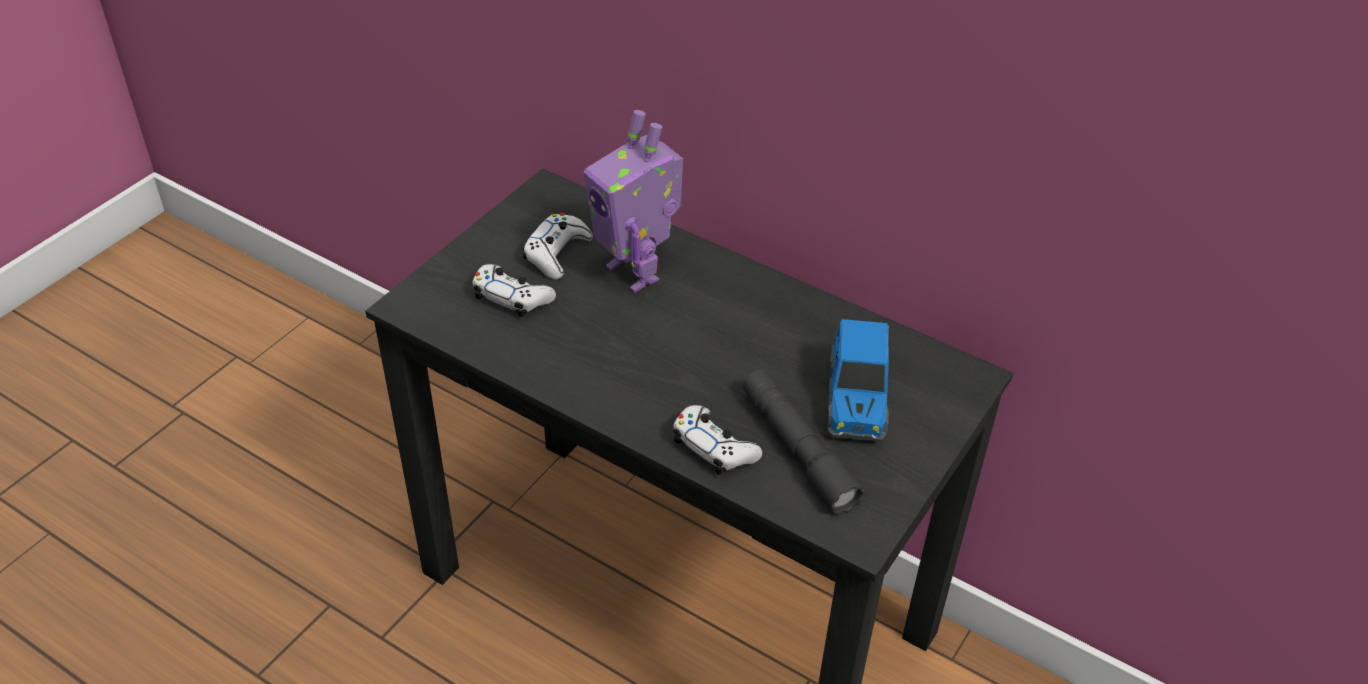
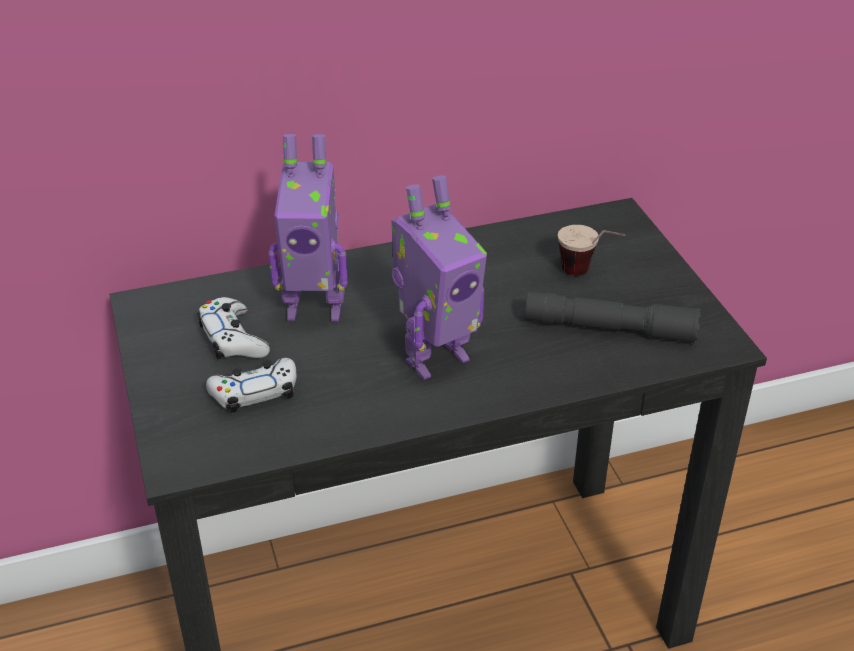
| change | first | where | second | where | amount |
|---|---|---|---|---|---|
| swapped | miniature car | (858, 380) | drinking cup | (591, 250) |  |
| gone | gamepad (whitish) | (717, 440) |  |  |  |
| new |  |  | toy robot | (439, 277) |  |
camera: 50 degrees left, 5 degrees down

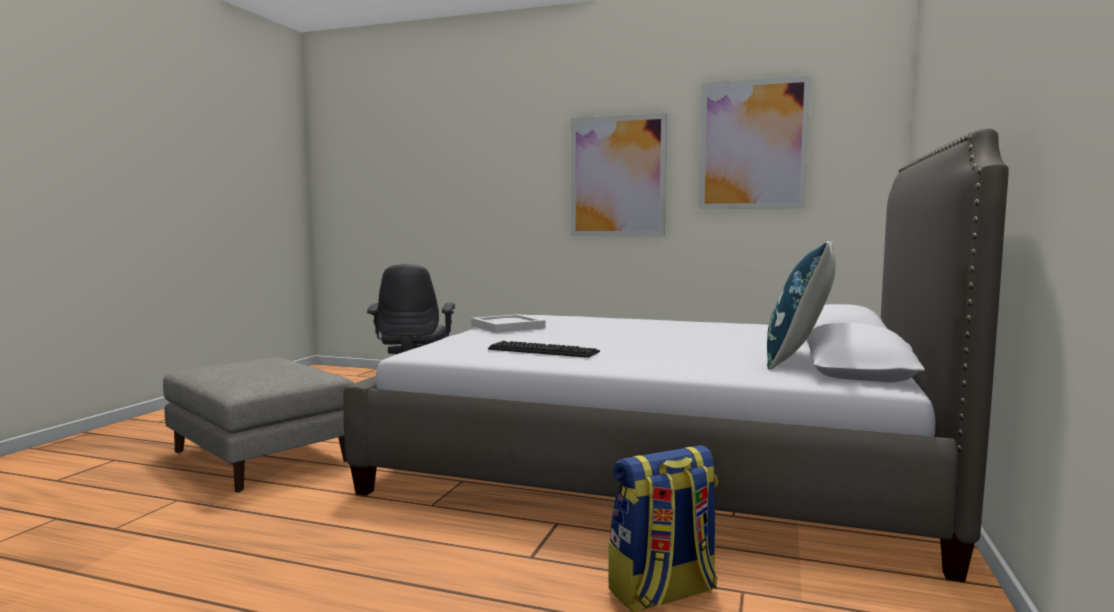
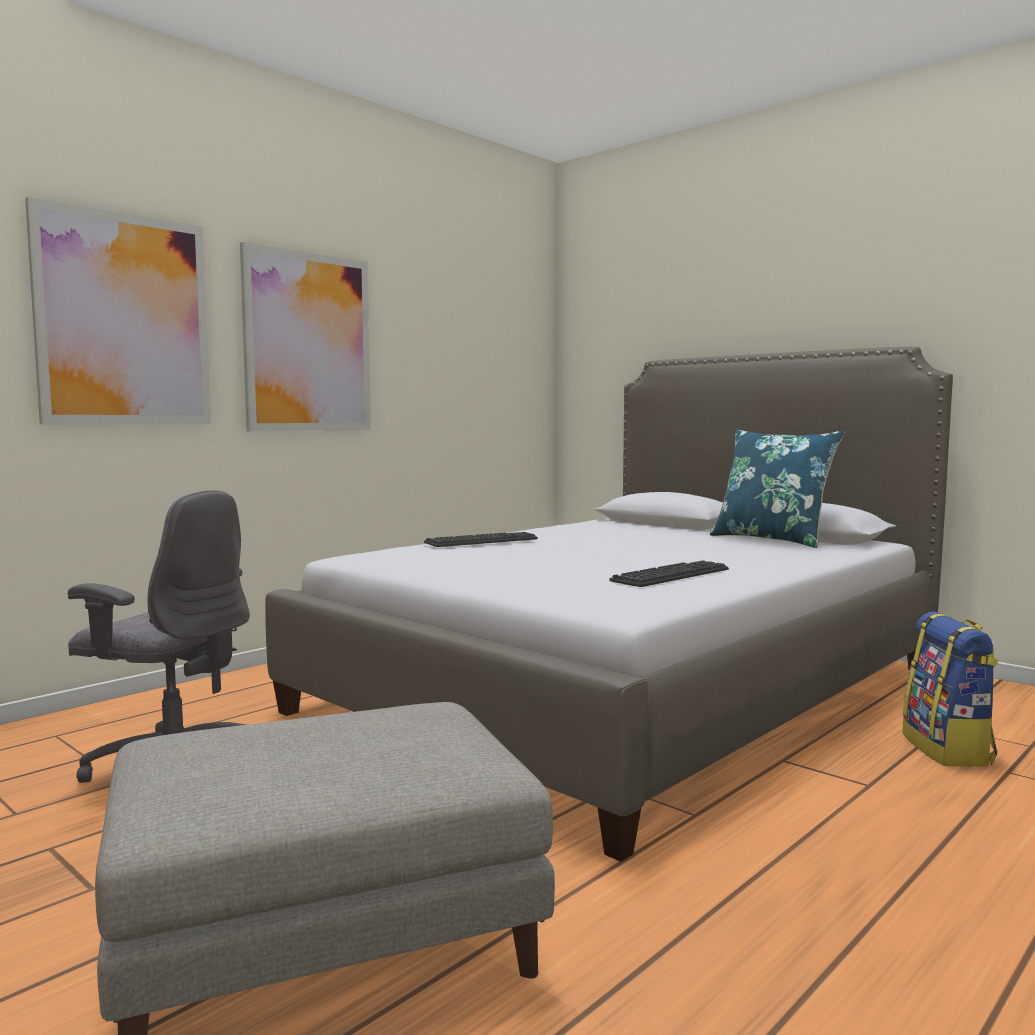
| change | first | where | second | where | amount |
|---|---|---|---|---|---|
| shifted | wall art | (755, 142) |  | (118, 310) |  |
| gone | serving tray (whitish) | (508, 323) |  |  |  |
| new |  |  | keyboard | (481, 539) |  |
camera: 65 degrees left, 0 degrees up

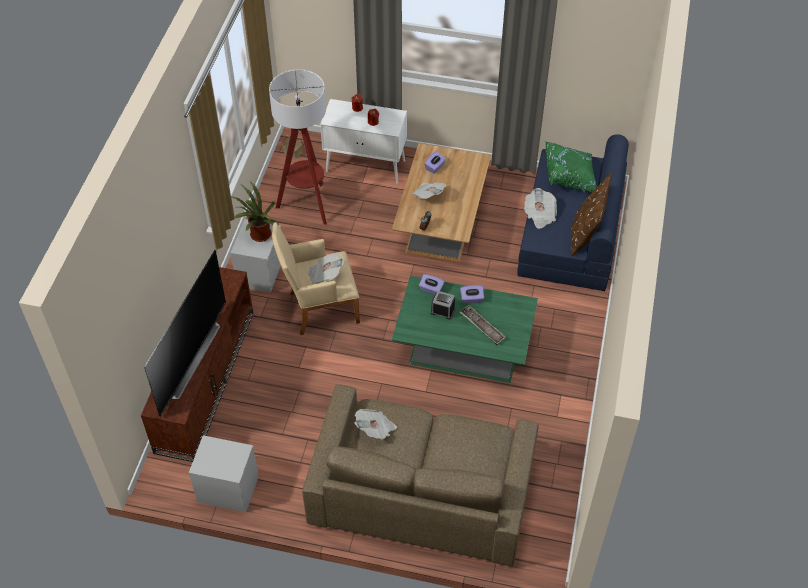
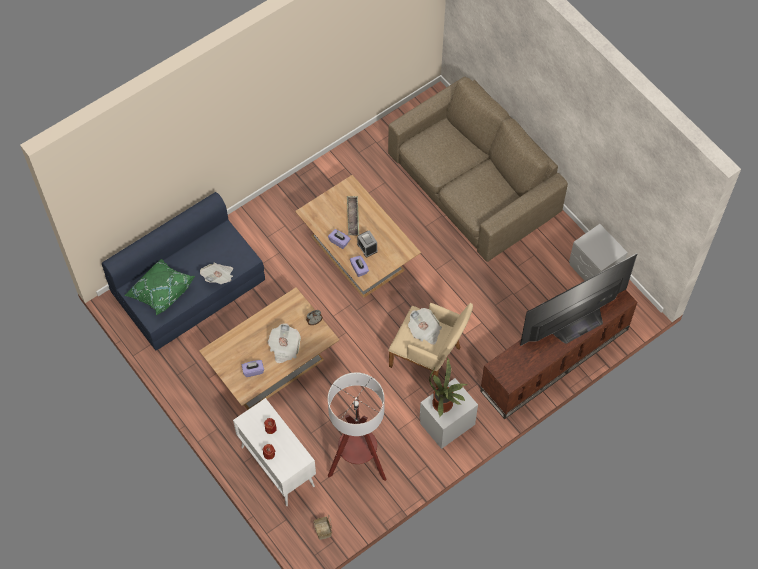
| change | first | where | second | where | amount |
|---|---|---|---|---|---|
| gone | cushion (brown) | (591, 214) |  |  |  |
| repainted | low table (green-coloured) | (465, 329) | low table (brown) | (358, 236) |  |
| gone | daily paper | (376, 424) |  |  |  |
camera: 140 degrees left, 10 degrees up

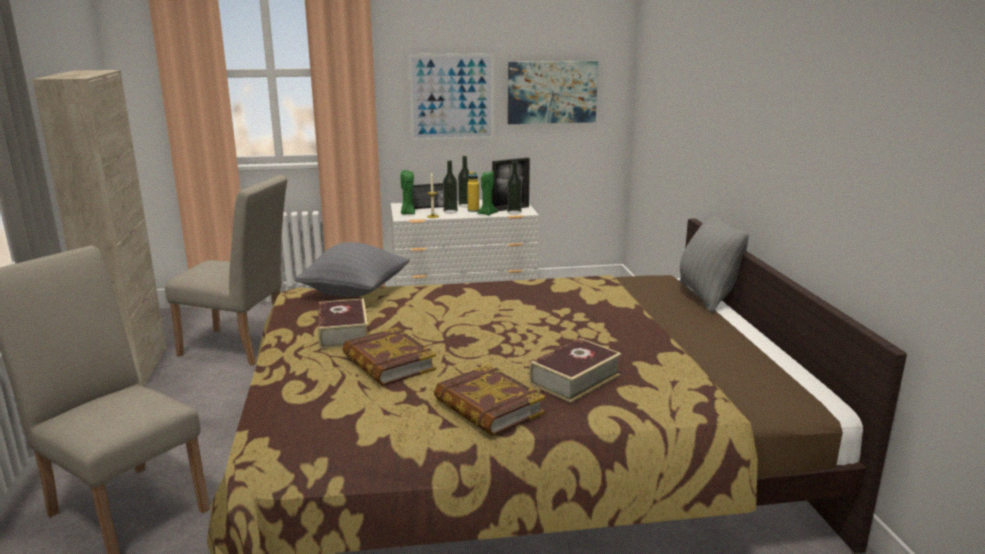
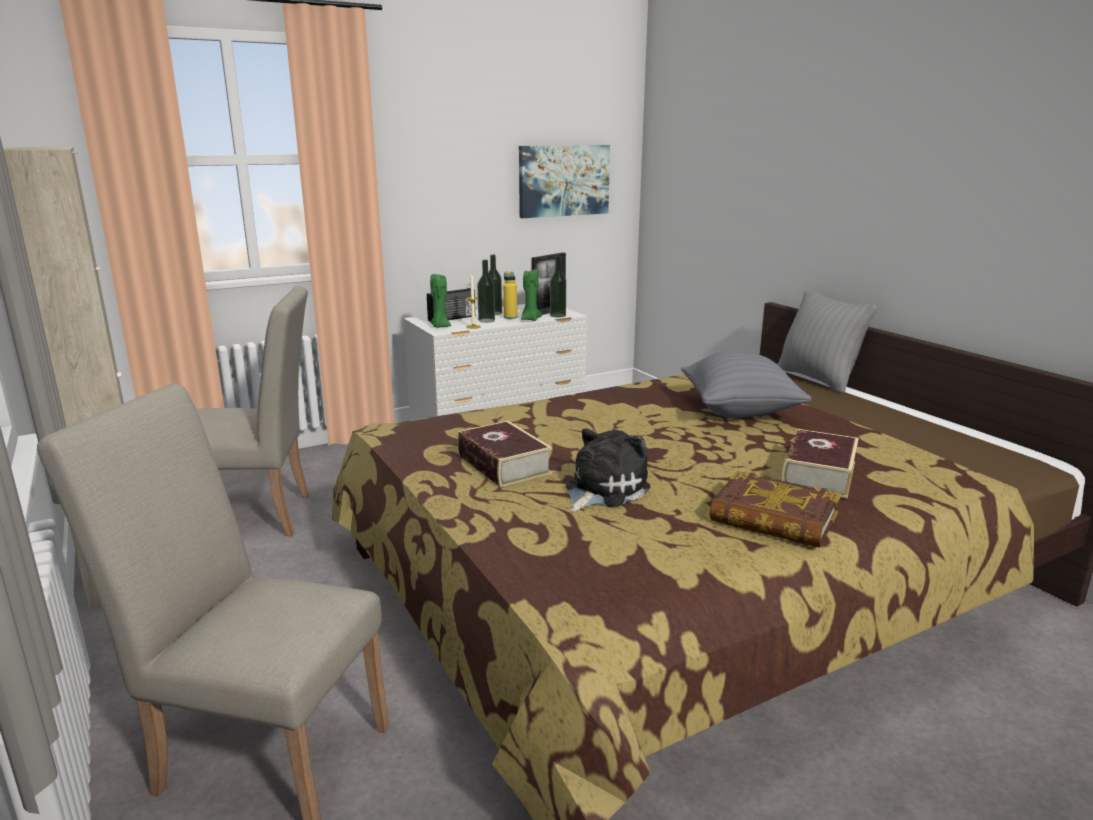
| change | first | where | second | where | amount |
|---|---|---|---|---|---|
| gone | wall art | (451, 97) |  |  |  |
| shifted | cushion (grey) | (352, 269) |  | (746, 384) |  |
| swapped | volume | (389, 356) | soft toy | (608, 470) |  |
camera: 20 degrees left, 0 degrees up

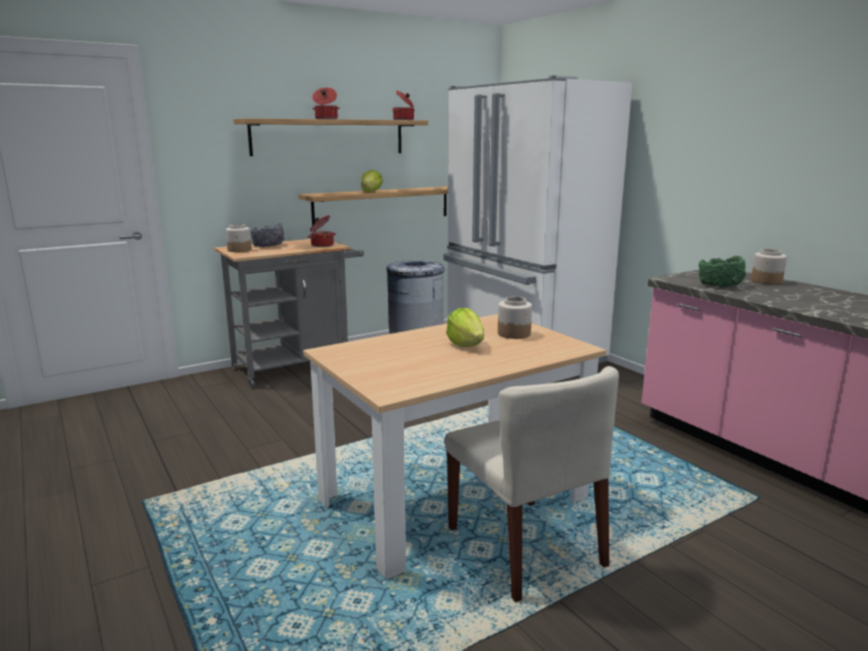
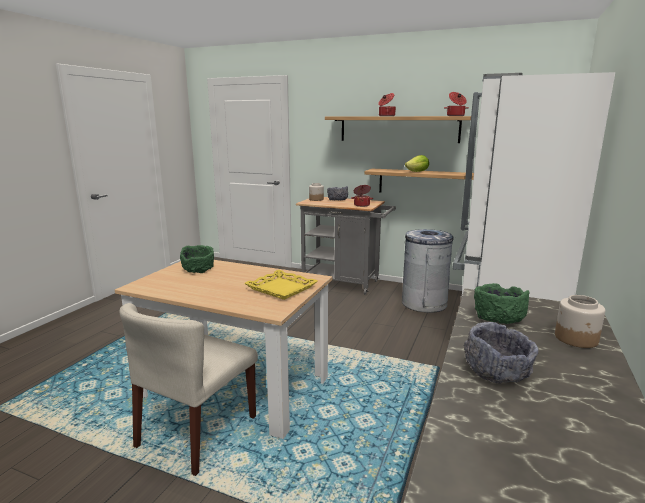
| change | first | where | second | where | amount |
|---|---|---|---|---|---|
| swapped | preserve jar | (515, 317) | serving tray (yellow) | (281, 285) |  |
| gone | lettuce | (465, 327) |  |  |  |
| new |  |  | serving bowl (green-coloured) | (197, 259) |  |
| new |  |  | serving bowl (grey) | (501, 353) |  |
camera: 55 degrees right, 0 degrees up

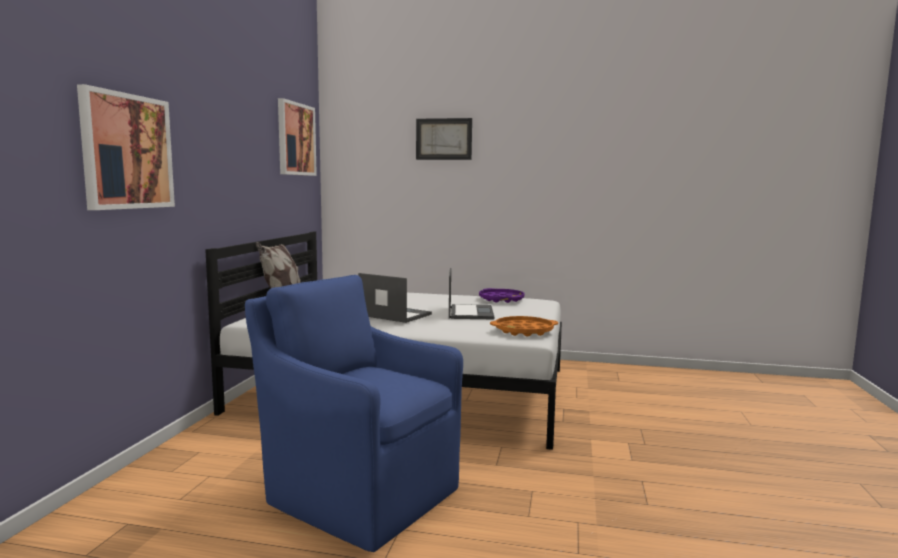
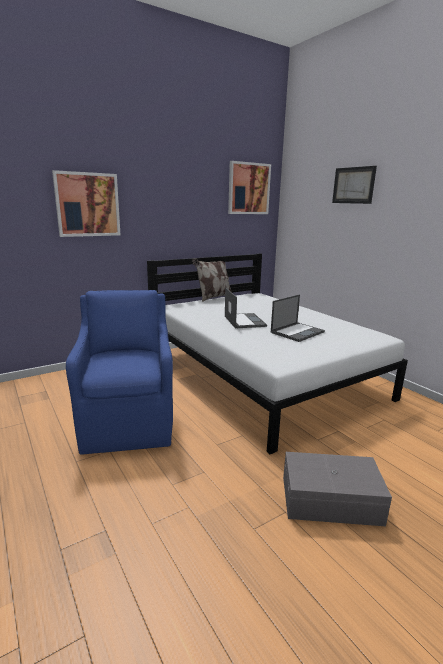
| change | first | where | second | where | amount |
|---|---|---|---|---|---|
| gone | serving tray (purple-coloured) | (501, 295) |  |  |  |
| gone | serving tray (orange-coloured) | (524, 326) |  |  |  |
| new |  |  | storage container (grey) | (337, 489) |  |
camera: 45 degrees right, 10 degrees up

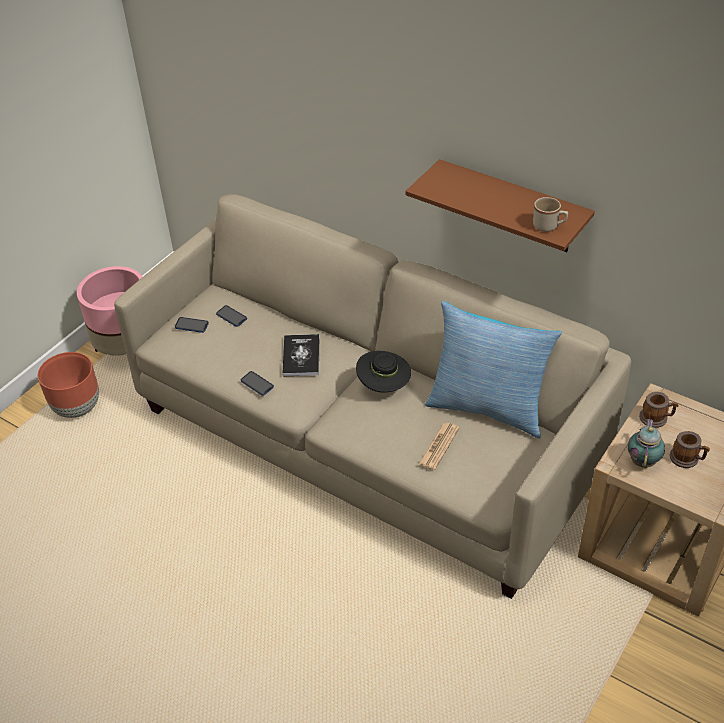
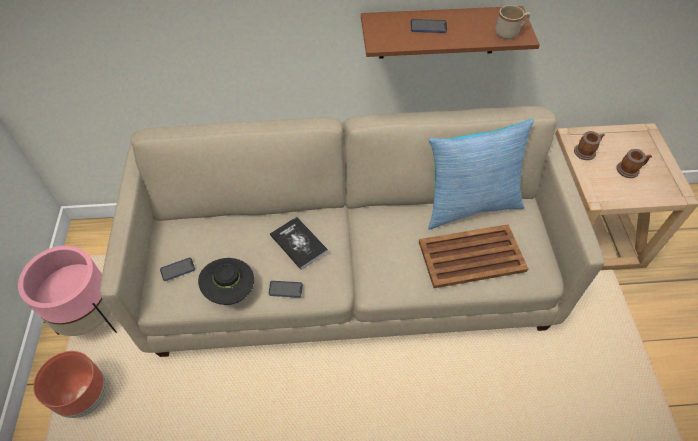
| change | first | where | second | where | amount |
|---|---|---|---|---|---|
| shifted | handset | (231, 316) |  | (429, 26) |  |
| shifted | clothing hat (black) | (383, 372) |  | (226, 281) |  |
| gone | tea pot | (646, 443) |  |  |  |
| swapped | daily paper | (438, 446) | serving tray (brown) | (473, 256) |  |
camera: 40 degrees left, 10 degrees up

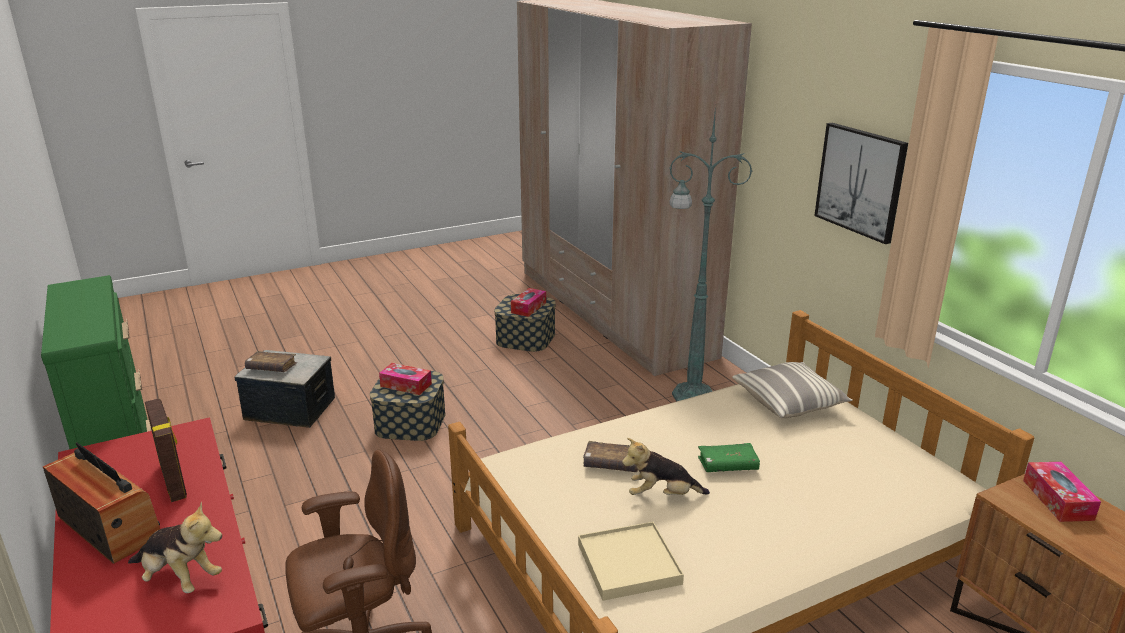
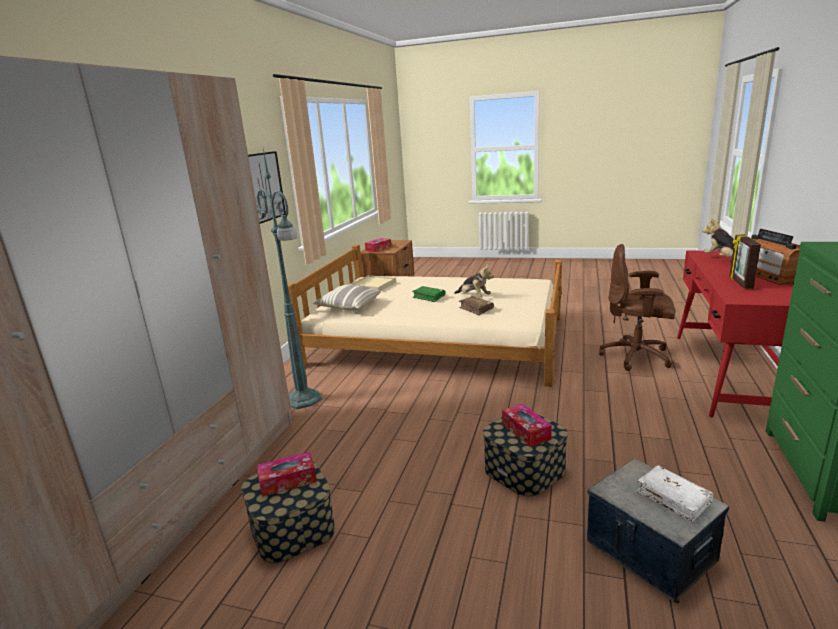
| change | first | where | second | where | amount |
|---|---|---|---|---|---|
| repainted | volume (brown) | (271, 361) | volume (whitish) | (675, 494) |  |
| shifted | serving tray (beige-coloured) | (631, 561) |  | (373, 283) |  |
camera: 135 degrees left, 5 degrees down

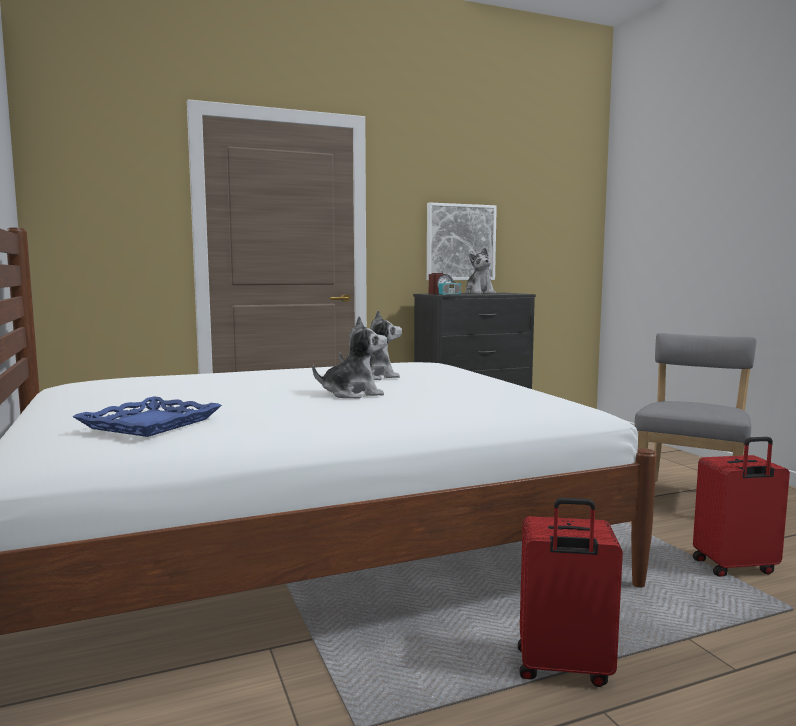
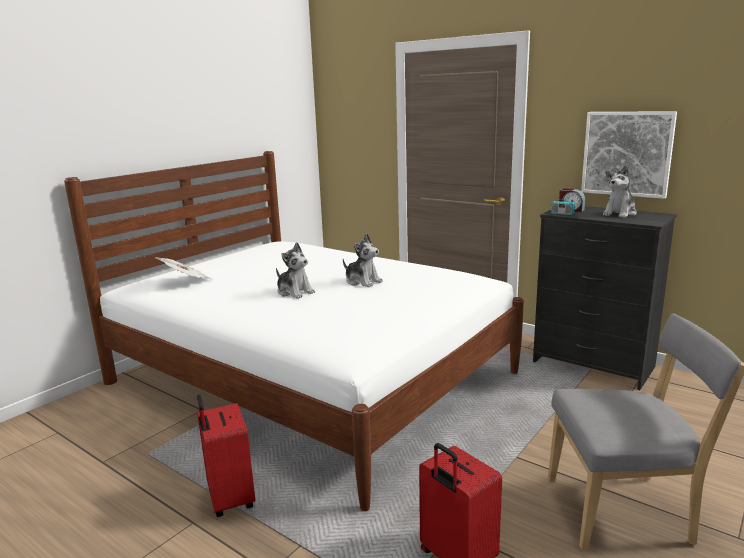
| change | first | where | second | where | amount |
|---|---|---|---|---|---|
| swapped | serving tray (blue) | (147, 417) | daily paper | (184, 268) |  |
camera: 60 degrees right, 10 degrees up

